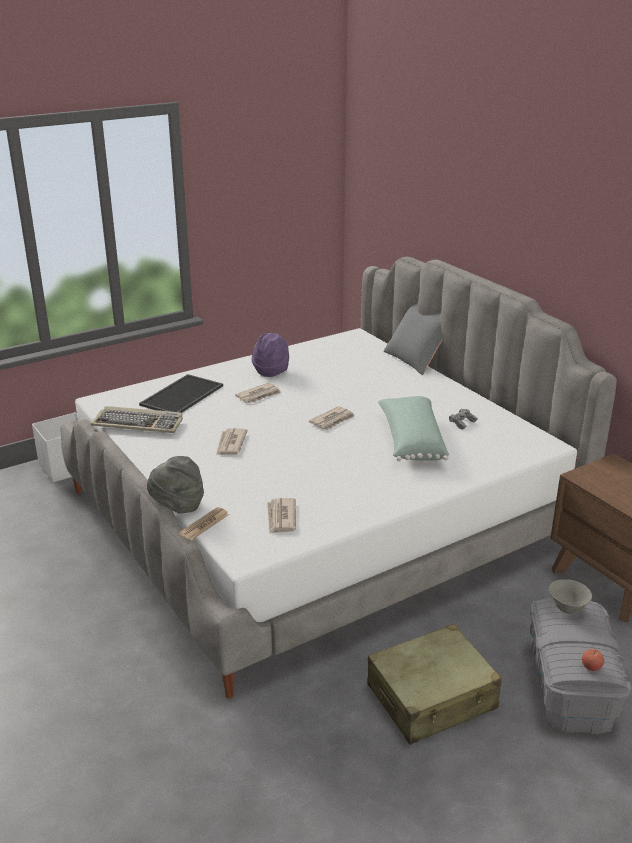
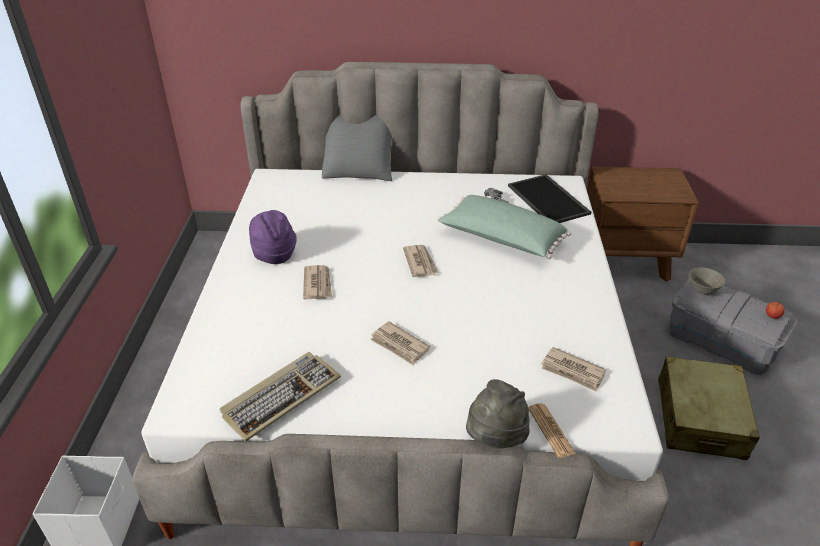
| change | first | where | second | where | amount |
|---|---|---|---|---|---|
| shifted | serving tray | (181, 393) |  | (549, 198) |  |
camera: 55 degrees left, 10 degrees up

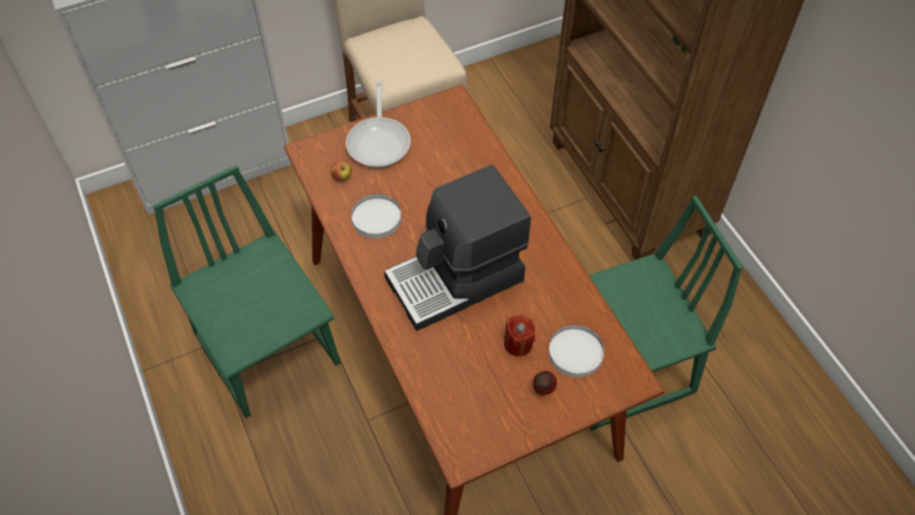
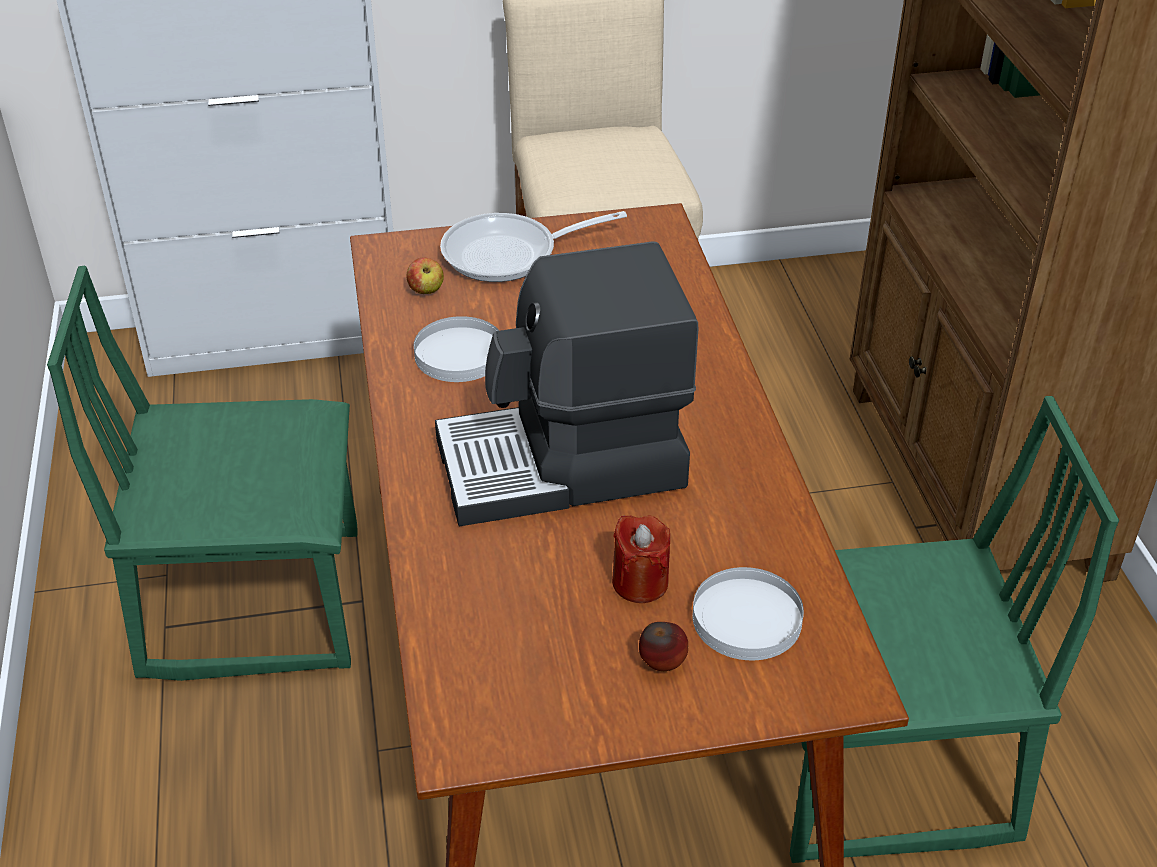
| change | first | where | second | where | amount |
|---|---|---|---|---|---|
| rotated | pan | (378, 124) |  | (533, 246) | 60 degrees clockwise |
| rotated | chair (green-coloured) | (246, 291) |  | (202, 473) | 75 degrees counterclockwise |
camera: 15 degrees right, 15 degrees down

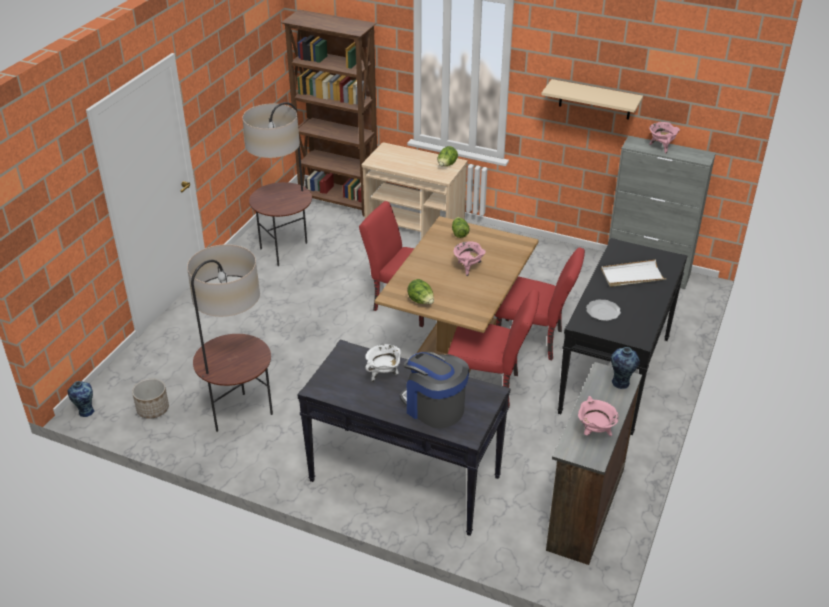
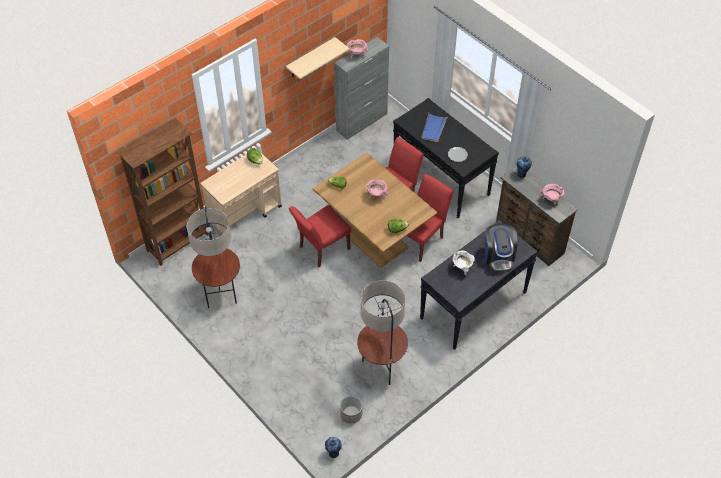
| change | first | where | second | where | amount |
|---|---|---|---|---|---|
| repainted | serving tray (whitish) | (634, 273) | serving tray (blue) | (434, 127) |  |
| rotated | coffee brewer | (434, 390) |  | (501, 247) | 75 degrees counterclockwise |
camera: 65 degrees left, 15 degrees up

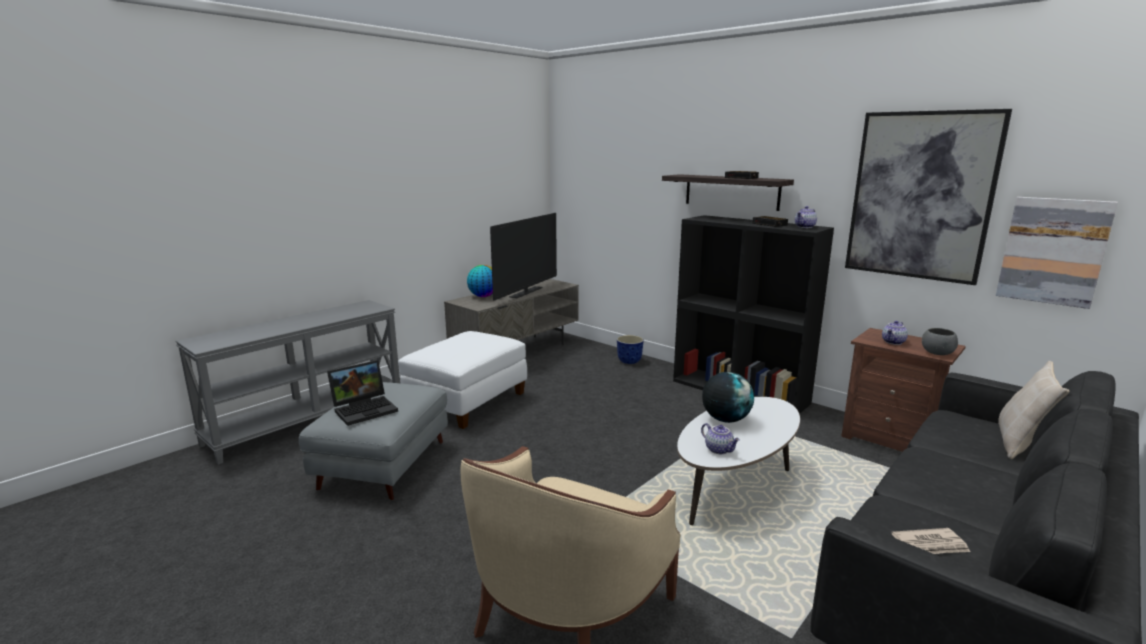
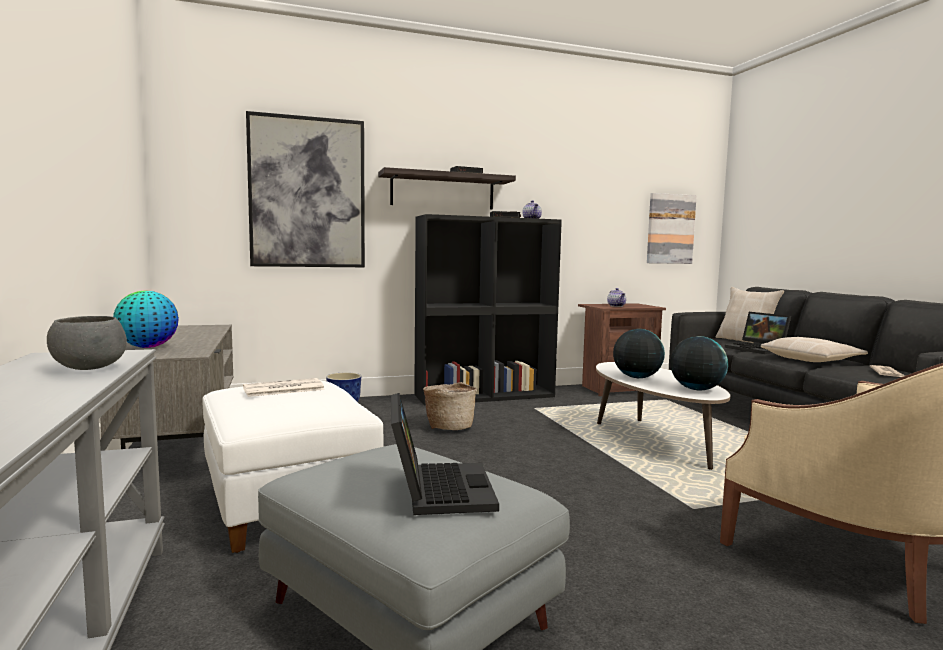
| change | first | where | second | where | amount |
|---|---|---|---|---|---|
| shifted | wall art | (928, 197) |  | (305, 189) |  |
| gone | TV set | (523, 257) |  |  |  |
| shifted | serving bowl (grey) | (940, 341) |  | (87, 343) |  |
| swapped | tea pot | (720, 438) | world globe | (699, 363) |  |
| new |  |  | notebook computer | (758, 333) |  |
| new |  |  | cushion (beige-coloured) | (814, 349) |  |
| new |  |  | daily paper | (284, 387) |  |
| new |  |  | storage basket | (450, 406) |  |
camera: 60 degrees left, 10 degrees down

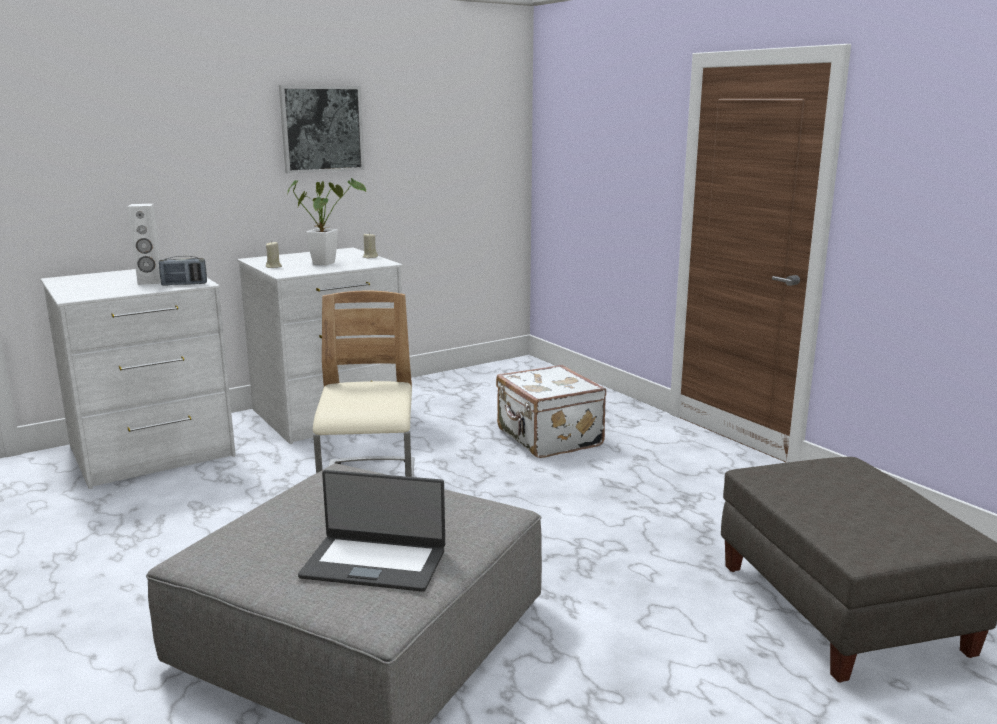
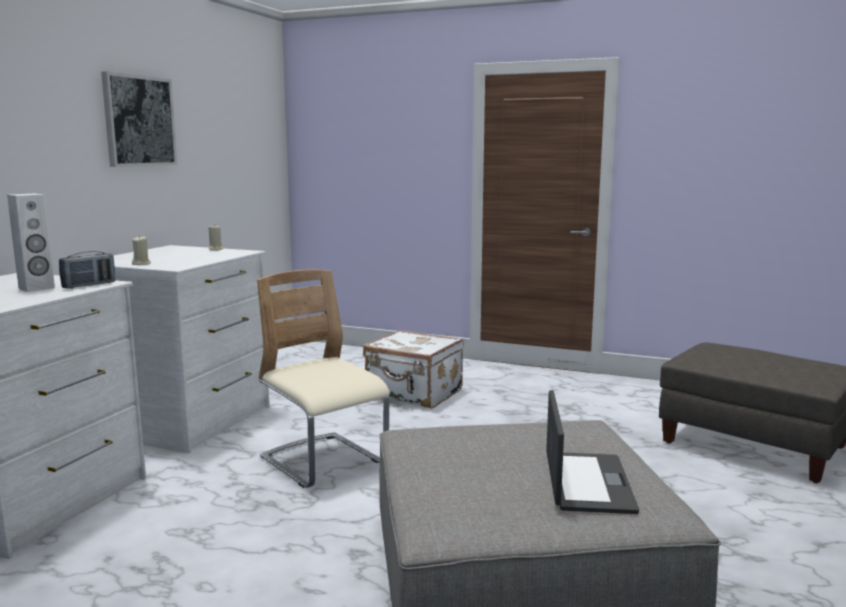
| change | first | where | second | where | amount |
|---|---|---|---|---|---|
| gone | potted plant | (327, 221) |  |  |  |
| rotated | notebook computer | (371, 531) |  | (592, 452) | 60 degrees counterclockwise |
camera: 35 degrees left, 5 degrees down

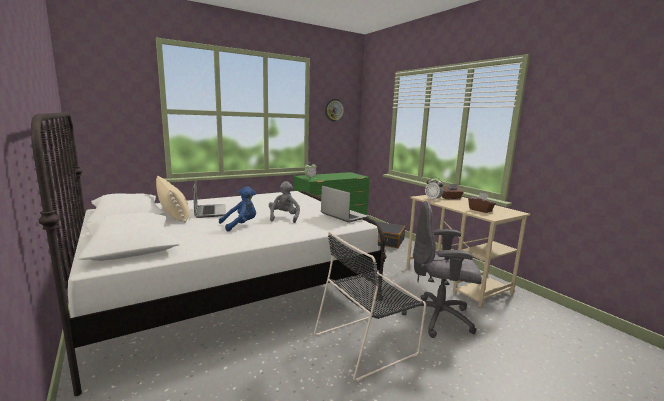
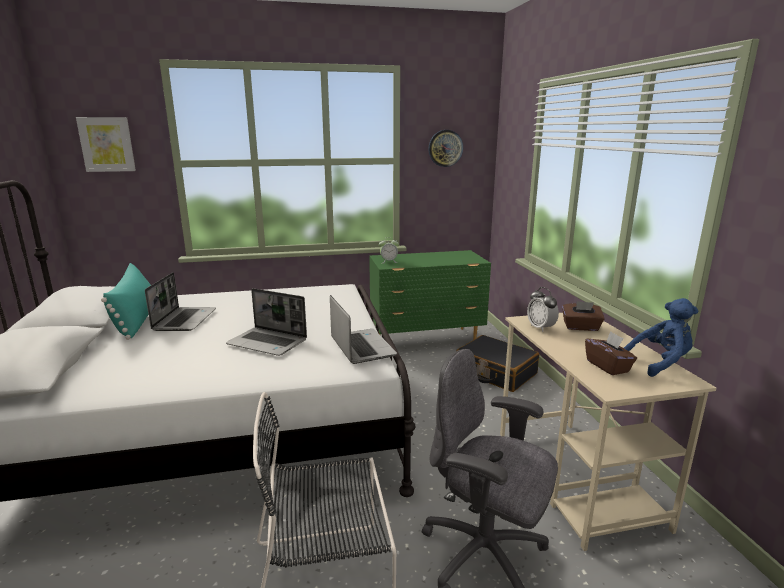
| change | first | where | second | where | amount |
|---|---|---|---|---|---|
| repainted | cushion (beige-coloured) | (172, 199) | cushion (blue-green) | (126, 301) |  |
| swapped | soft toy (grey) | (284, 202) | notebook computer | (266, 322) |  |
| shifted | soft toy (blue) | (237, 209) |  | (661, 337) |  |
| new |  |  | wall art | (106, 144) |  |
camera: 20 degrees right, 5 degrees up

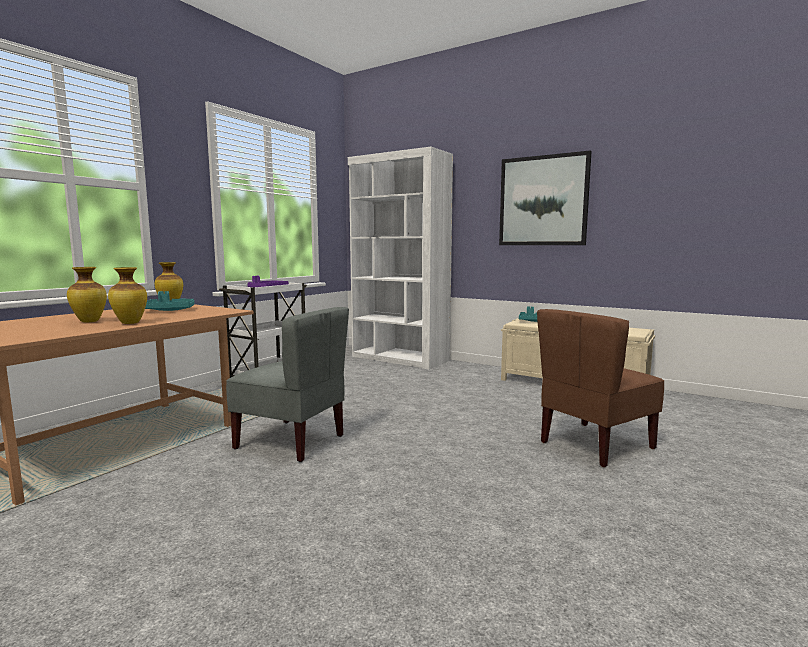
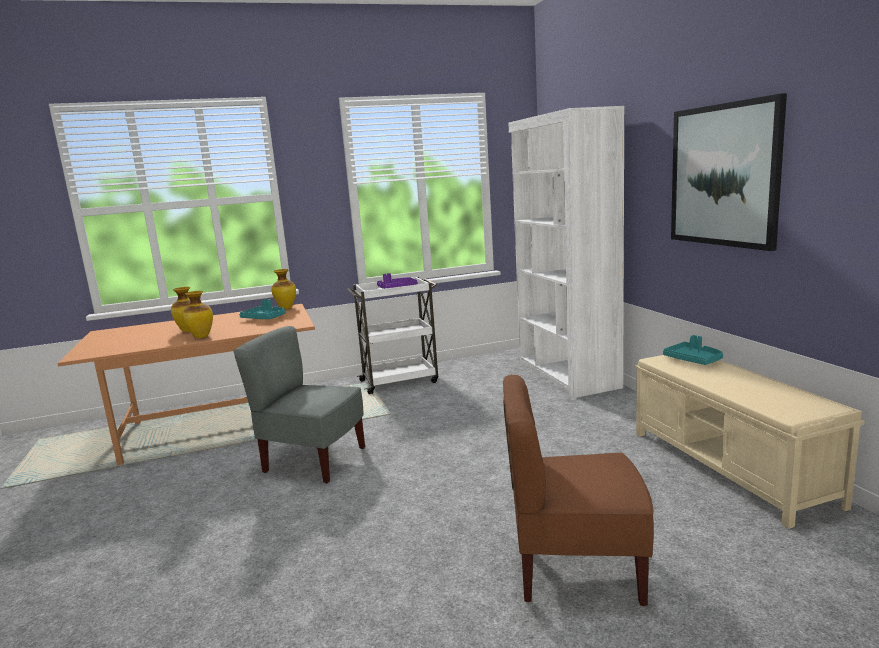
| change | first | where | second | where | amount |
|---|---|---|---|---|---|
| rotated | chair (grey) | (287, 384) |  | (299, 405) | 135 degrees clockwise |
camera: 40 degrees right, 5 degrees up

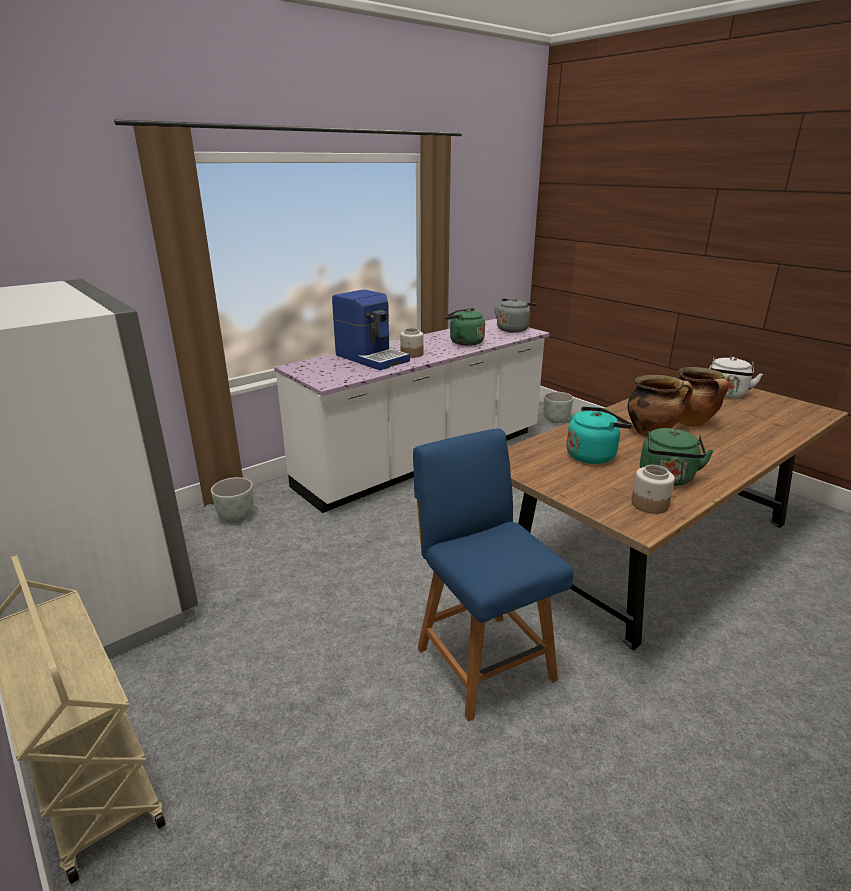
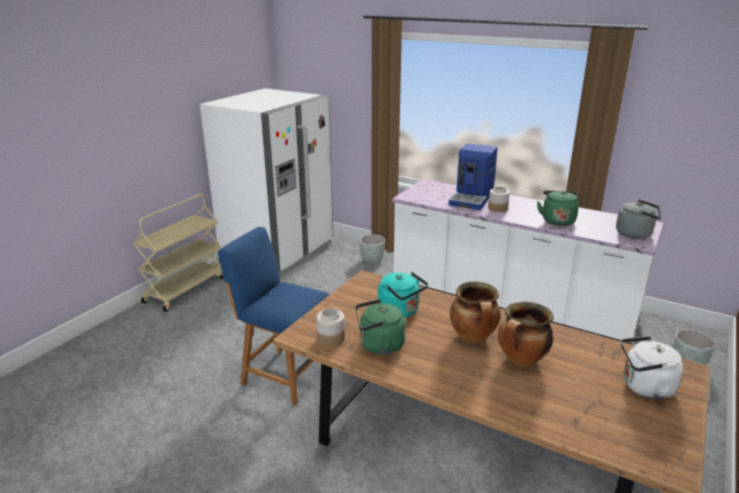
| change | first | where | second | where | amount |
|---|---|---|---|---|---|
| rotated | chair (blue) | (493, 574) |  | (273, 316) | 105 degrees counterclockwise |
camera: 70 degrees right, 0 degrees up

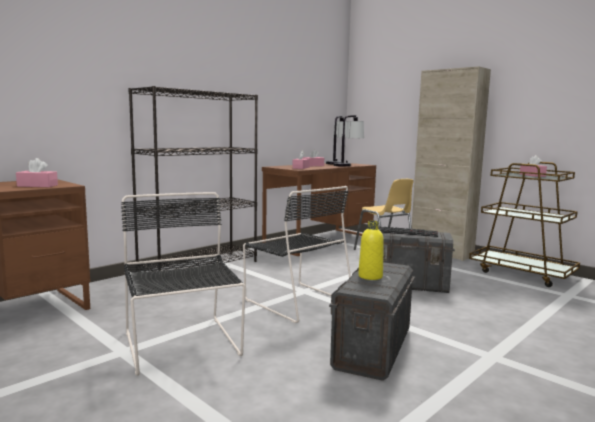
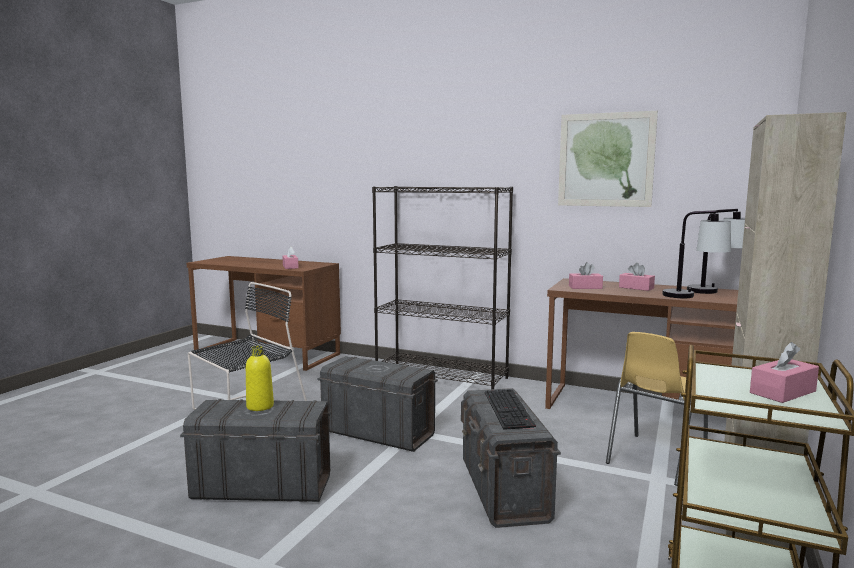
| change | first | where | second | where | amount |
|---|---|---|---|---|---|
| swapped | chair (black) | (297, 254) | storage container (grey) | (378, 404) |  |
| new |  |  | wall art | (608, 159) |  |
camera: 70 degrees right, 0 degrees up

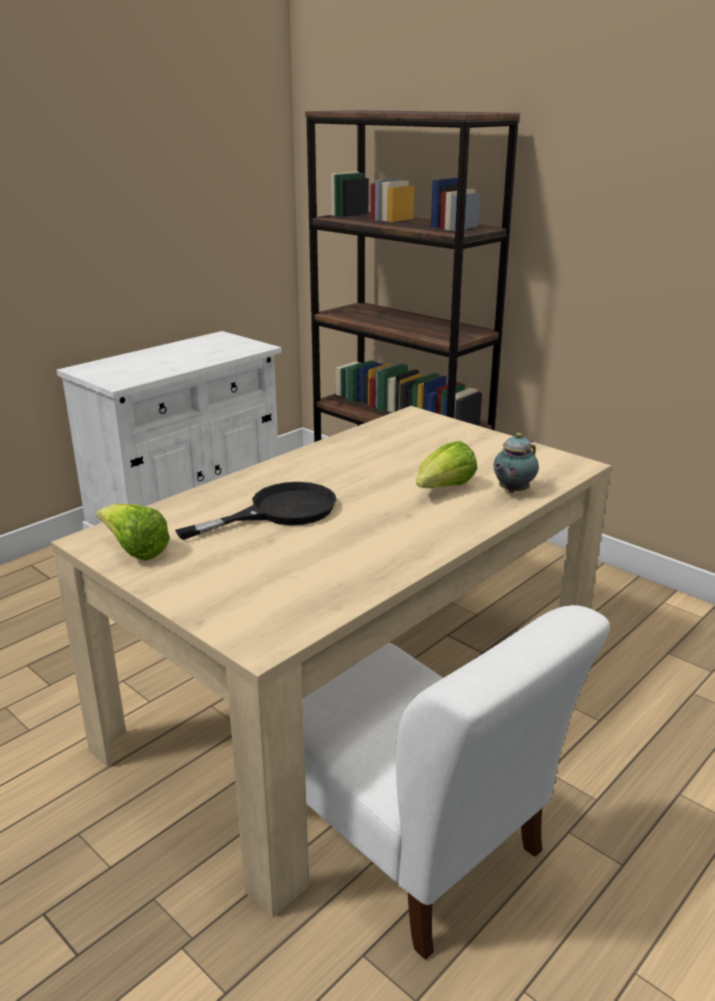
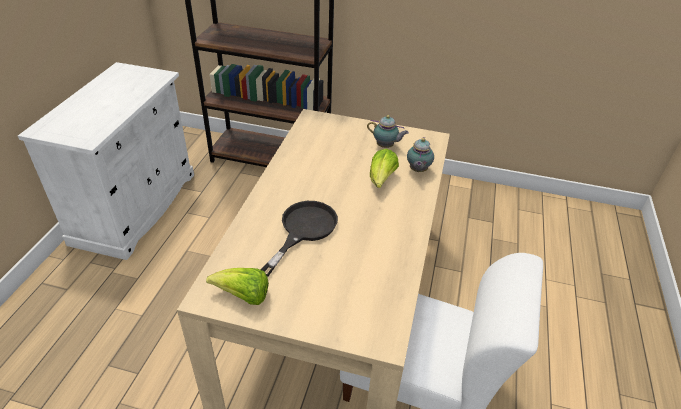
| change | first | where | second | where | amount |
|---|---|---|---|---|---|
| new |  |  | tea pot | (388, 131) |  |
camera: 30 degrees left, 15 degrees up

